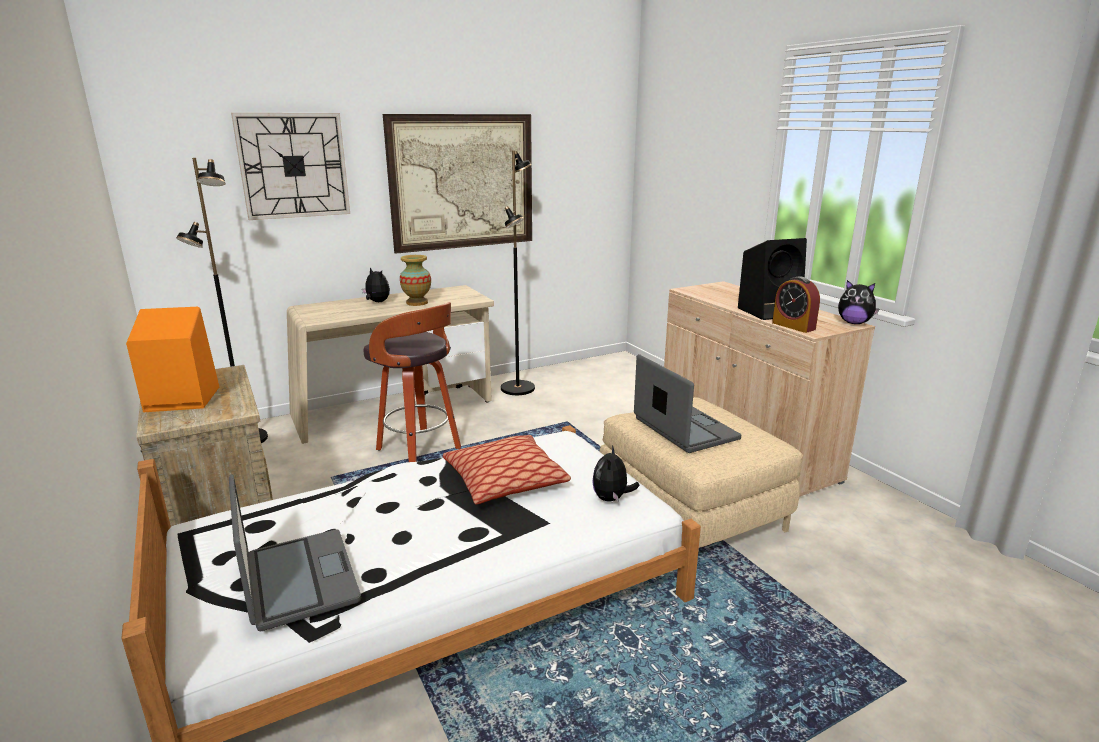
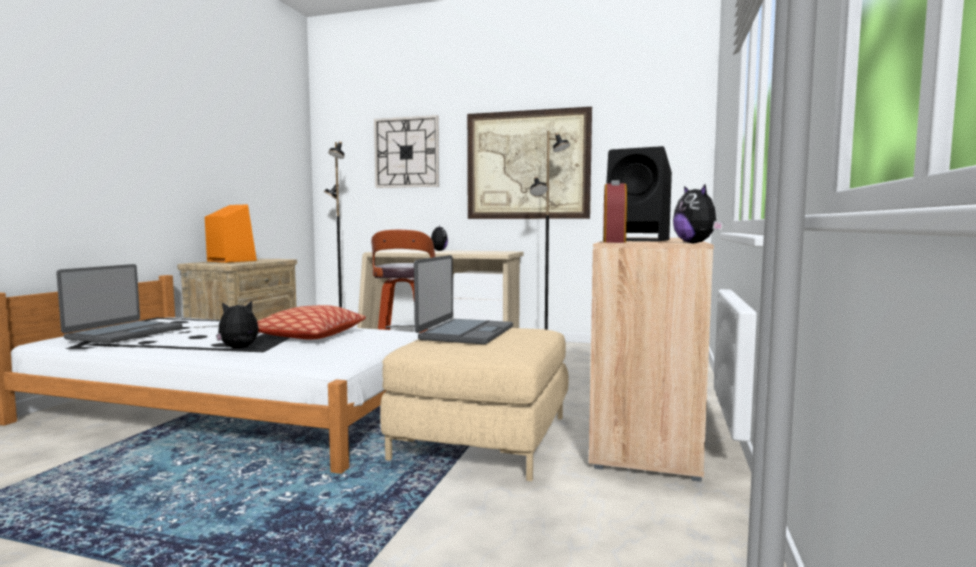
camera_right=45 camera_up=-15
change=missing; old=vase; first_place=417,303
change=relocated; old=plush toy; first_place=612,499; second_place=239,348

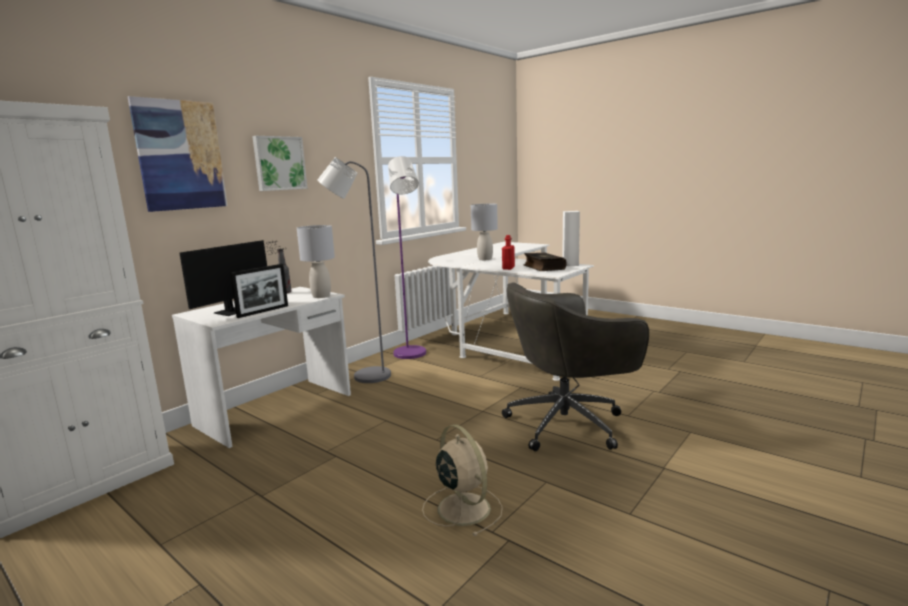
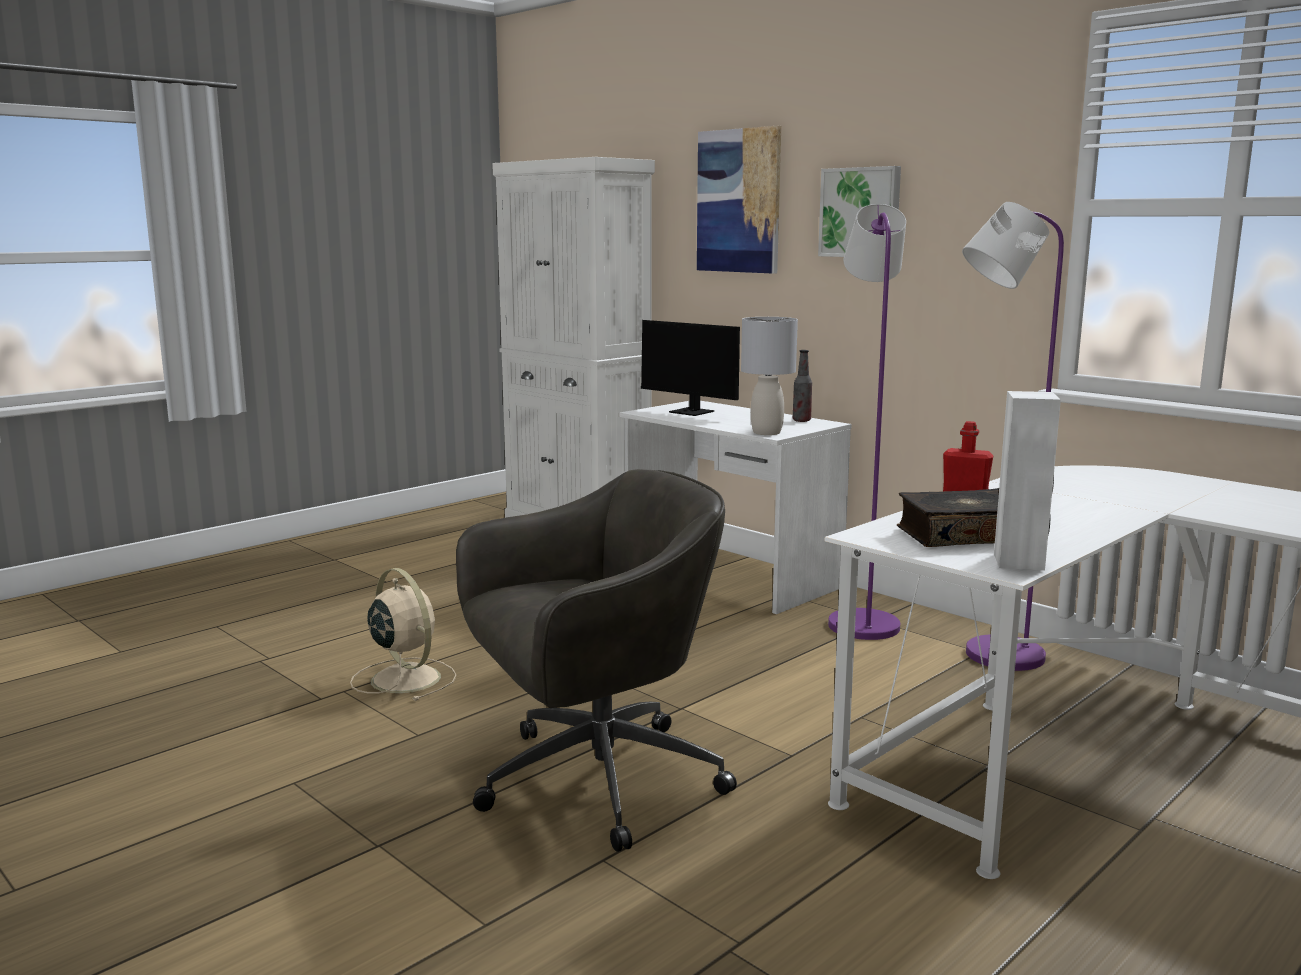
camera_right=95 camera_up=0
change=missing; old=picture frame; first_place=263,311
change=colour; old=grey floor lamp; new=purple floor lamp; first_place=365,376; second_place=861,621
change=spun; old=beige fan; first_place=462,507; second_place=404,678; degrees=-105
change=missing; old=grey table lamp; first_place=485,259
change=spun; old=grey office chair; first_place=568,423; second_place=594,781; degrees=75

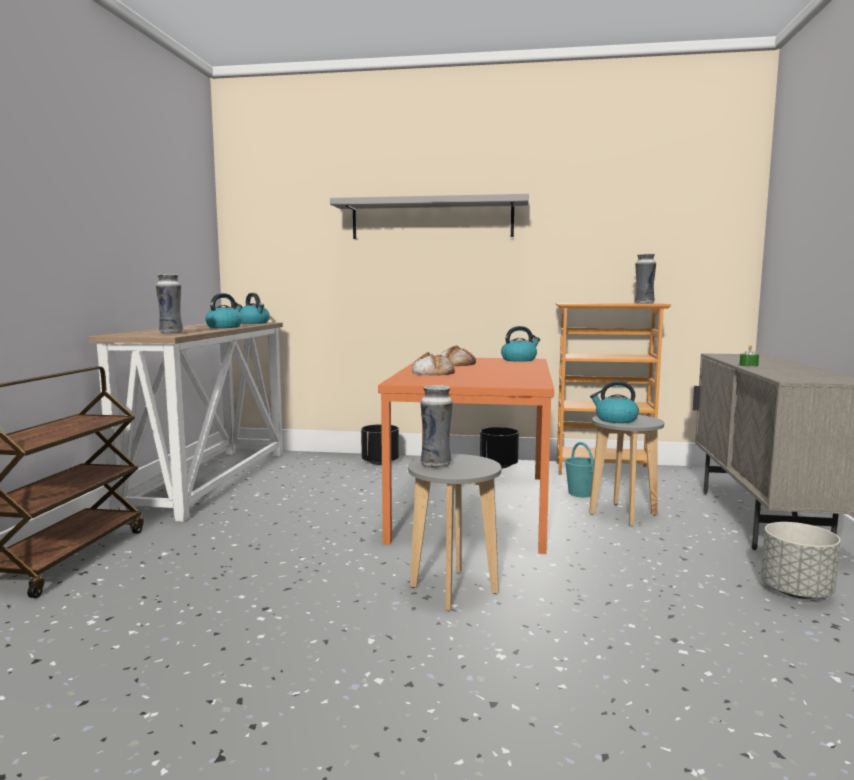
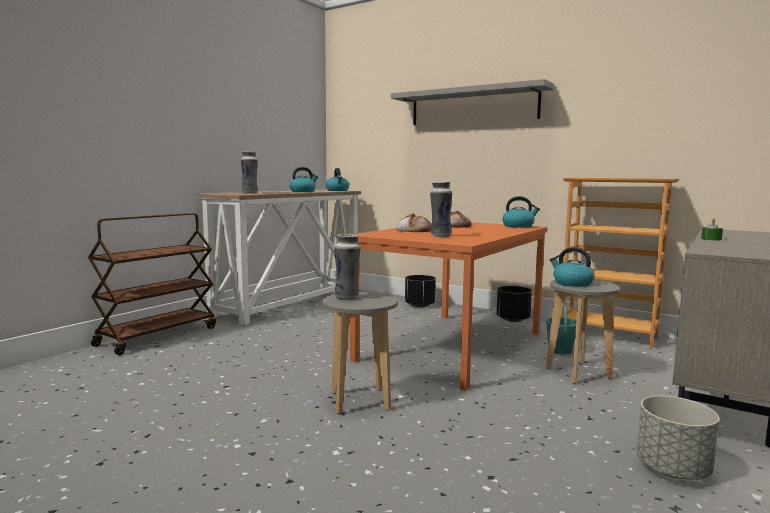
camera_right=25 camera_up=0
change=relocated; old=vase; first_place=643,303; second_place=440,236

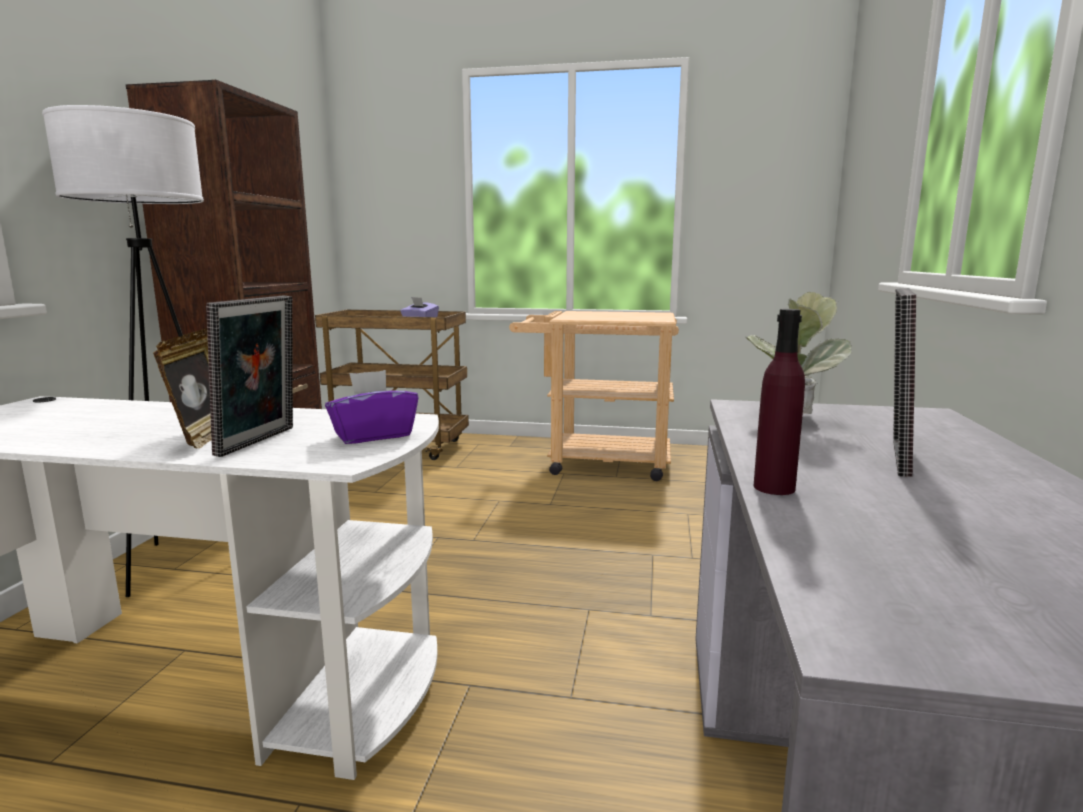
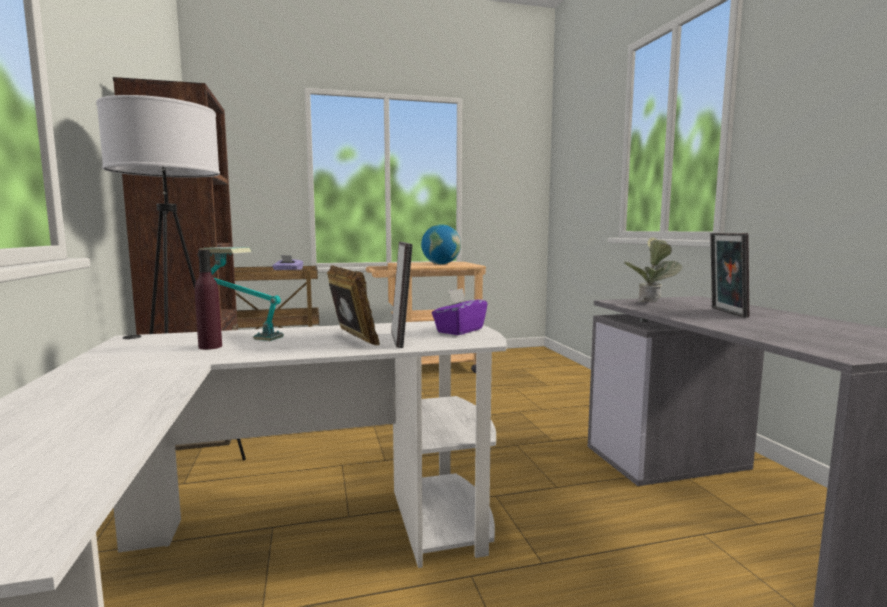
camera_right=-25 camera_up=-5
change=relocated; old=purple bottle; first_place=774,487; second_place=210,347
change=appeared; new=table lamp; second_place=241,336
change=appeared; new=globe; second_place=441,264

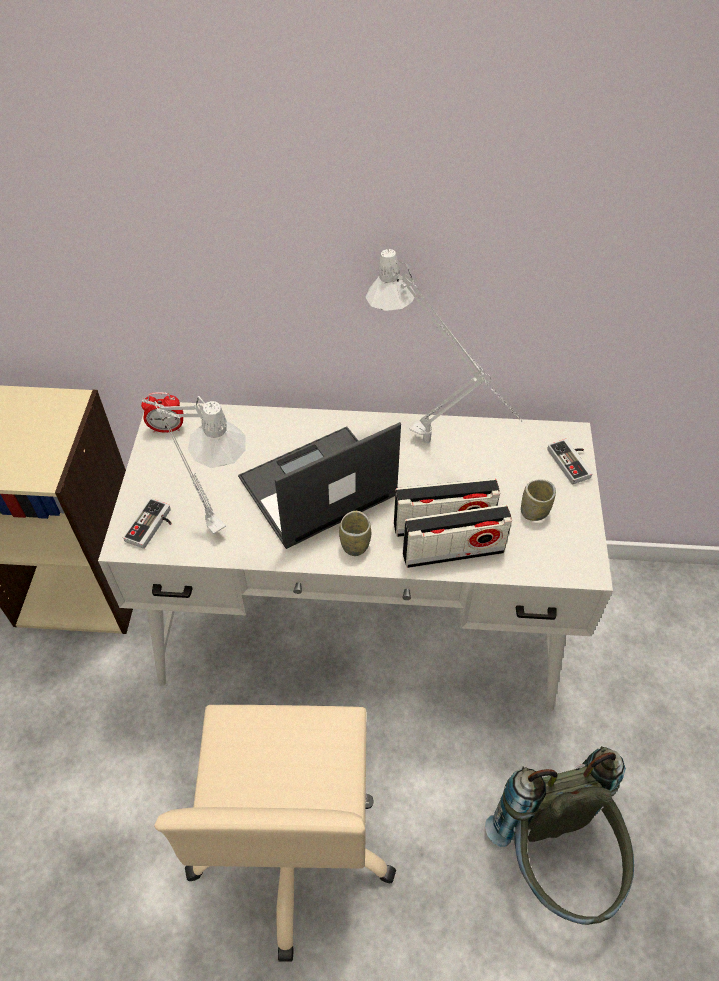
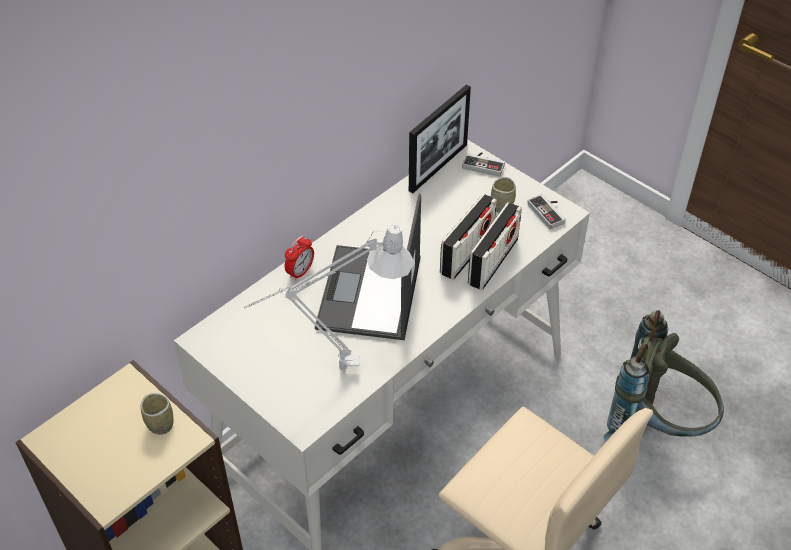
camera_right=-50 camera_up=-5
change=relocated; old=game controller; first_place=153,527; second_place=549,212
change=relocated; old=alarm clock; first_place=167,429; second_place=300,272
change=relocated; old=cup; first_place=355,545; second_place=160,424
change=missing; old=grey table lamp; first_place=436,447
change=appeared; new=picture frame; second_place=438,167

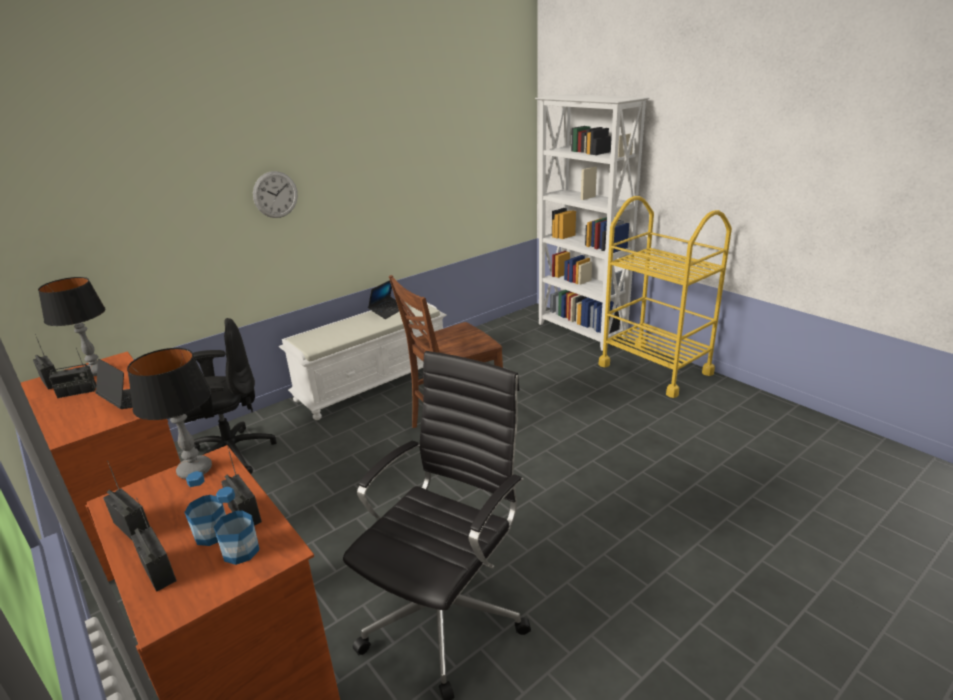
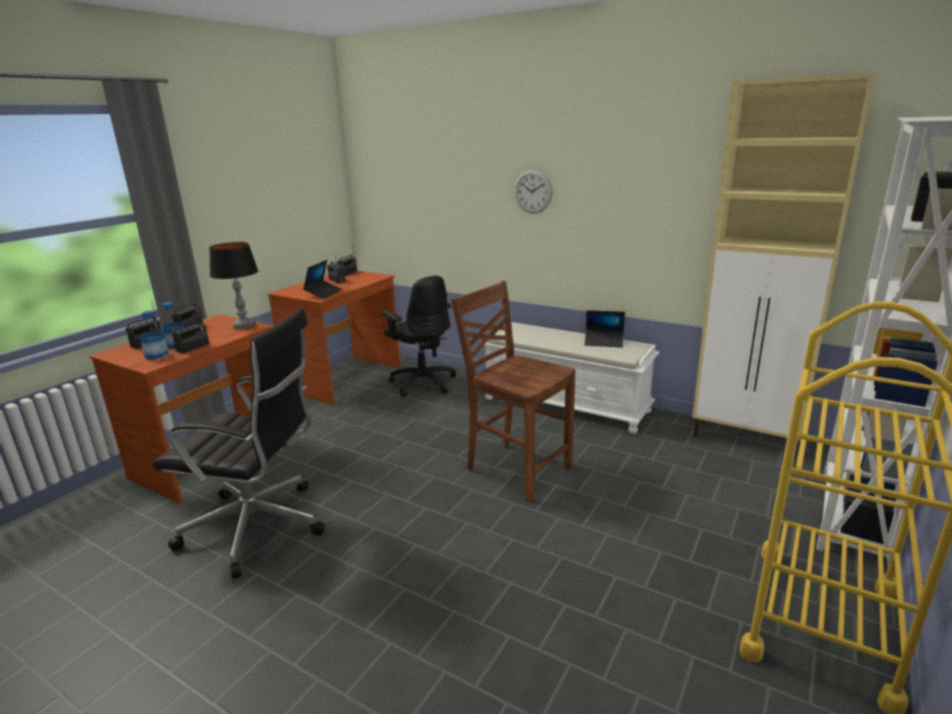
camera_right=70 camera_up=-5
change=missing; old=table lamp; first_place=96,371
change=appeared; new=beige cabinet; second_place=746,439

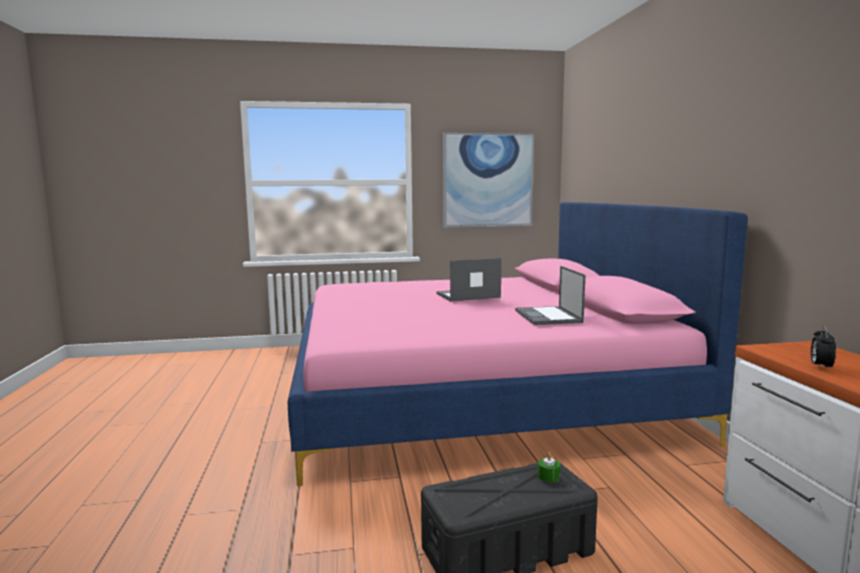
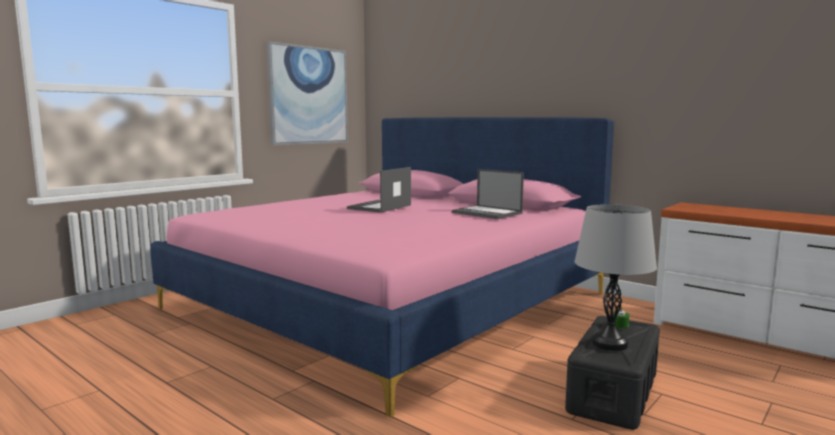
camera_right=-40 camera_up=0
change=missing; old=alarm clock; first_place=820,367
change=appeared; new=grey table lamp; second_place=609,343

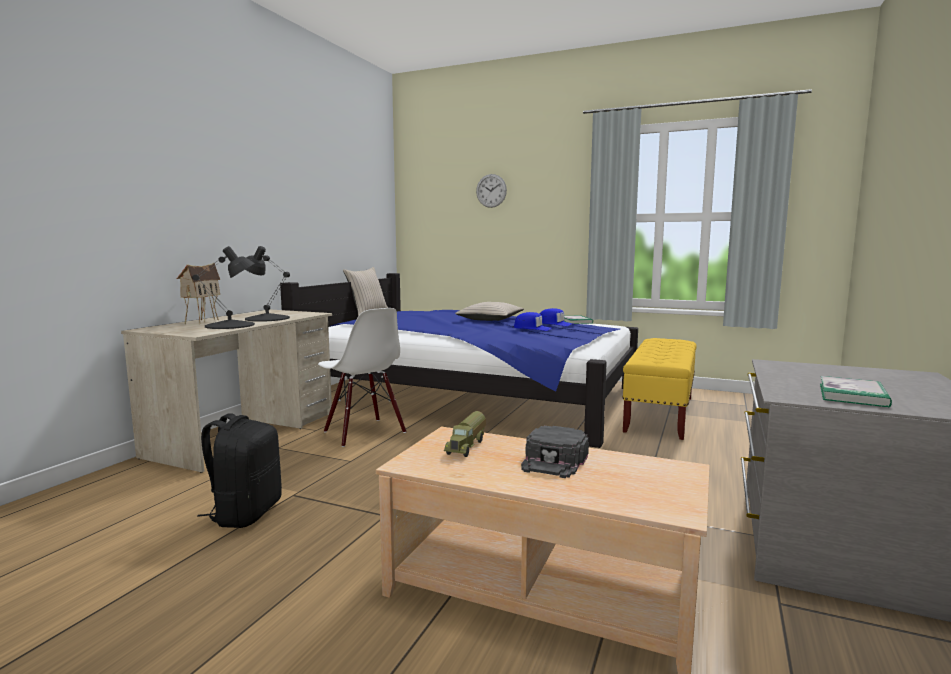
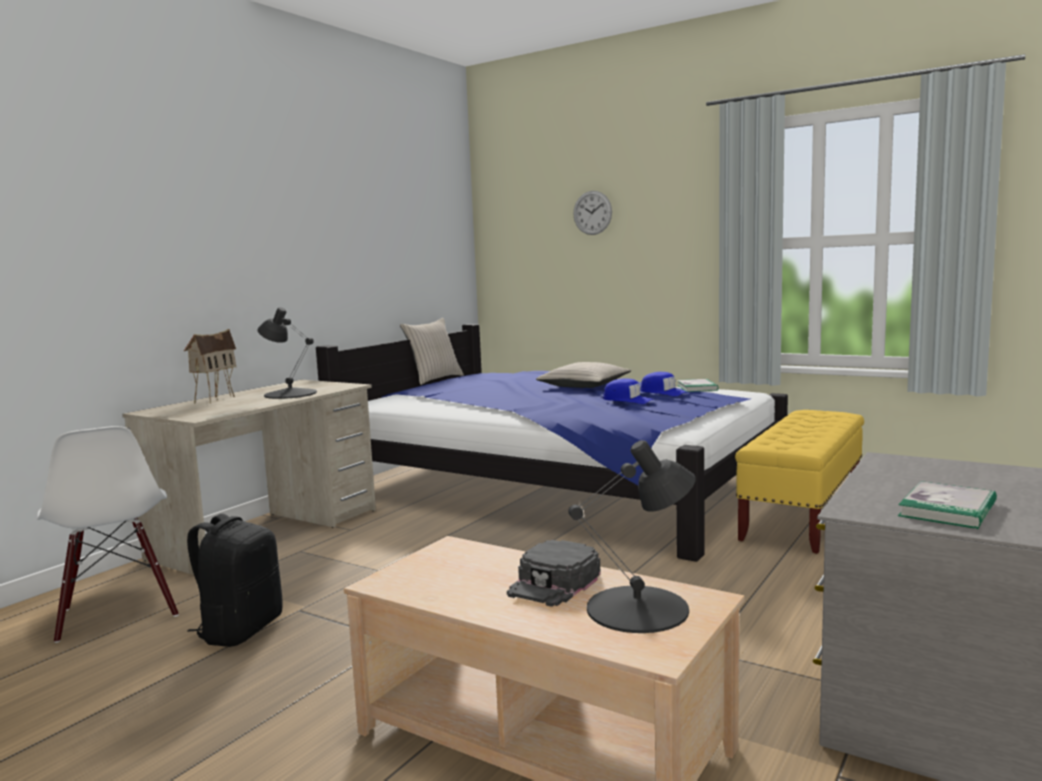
camera_right=10 camera_up=0
change=relocated; old=black table lamp; first_place=231,325; second_place=639,609
change=relocated; old=white chair; first_place=363,432; second_place=117,613
change=missing; old=toy truck; first_place=467,446

